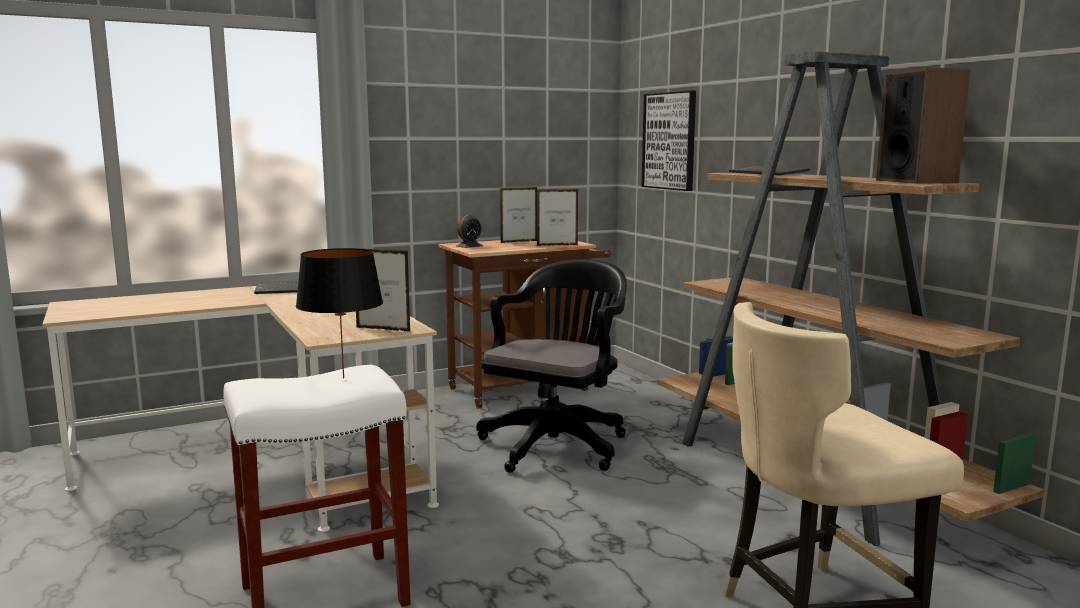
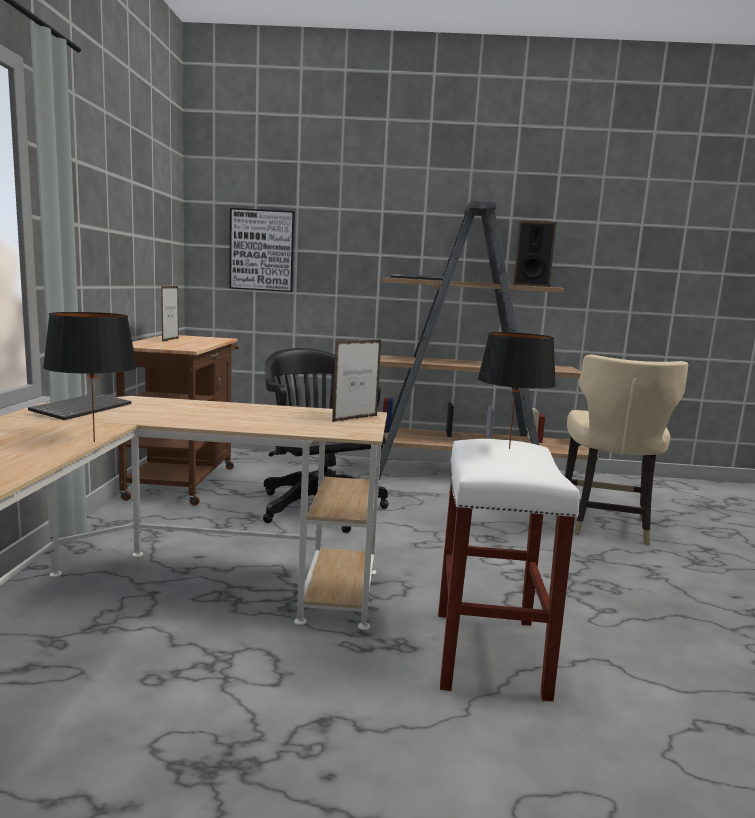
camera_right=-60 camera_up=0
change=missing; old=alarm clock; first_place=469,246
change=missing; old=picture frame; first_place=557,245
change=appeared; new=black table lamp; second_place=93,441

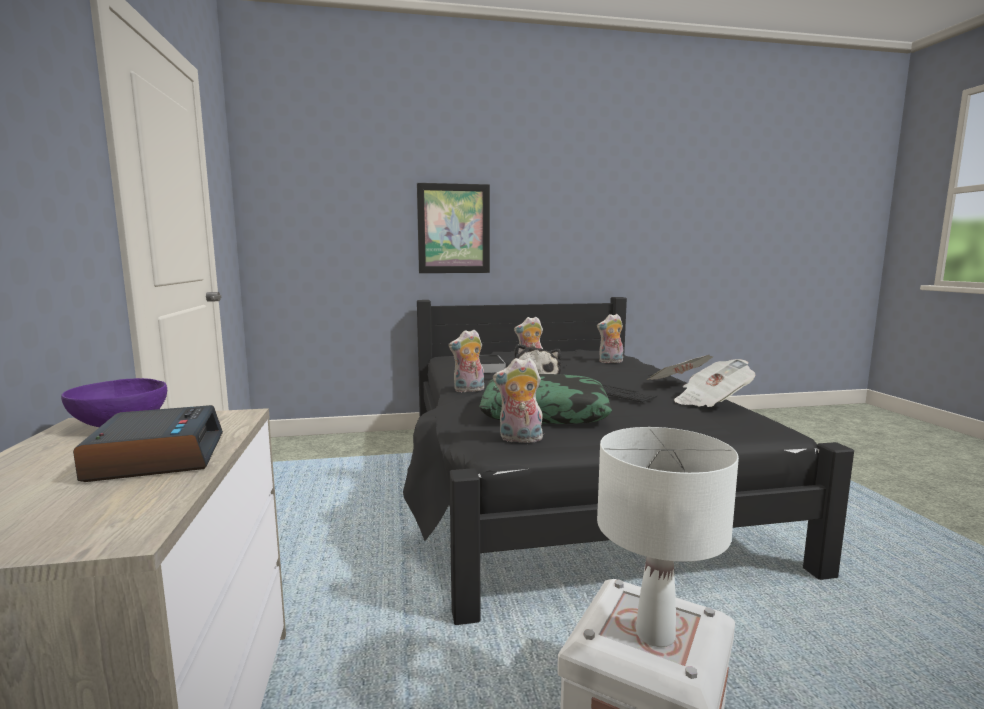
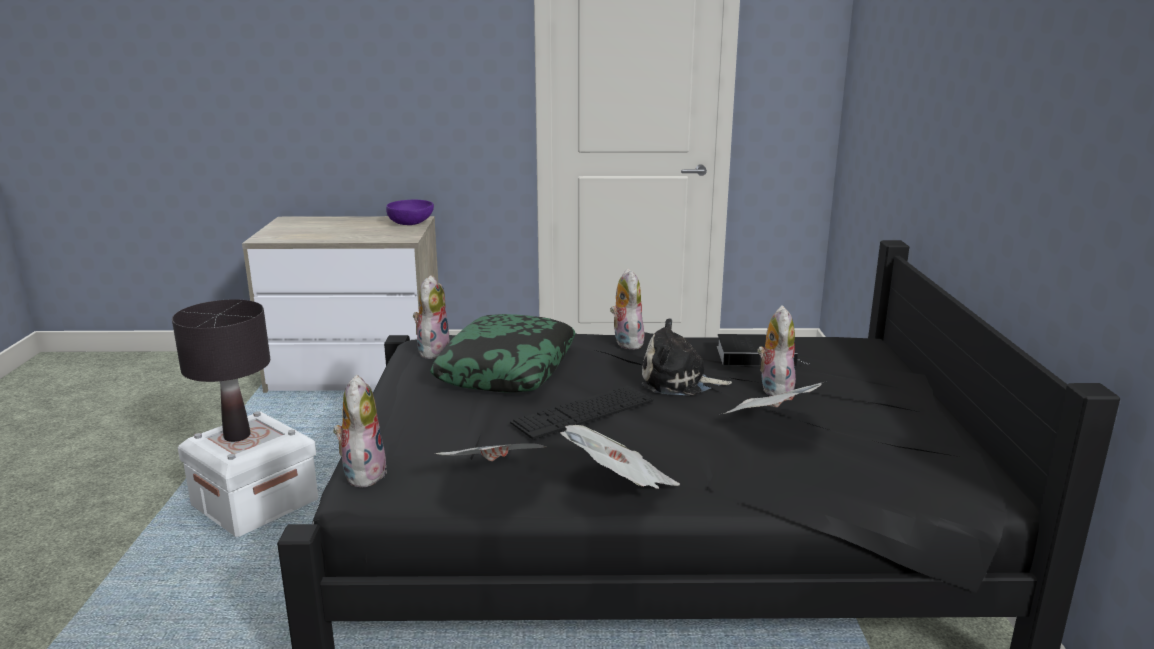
camera_right=100 camera_up=10
change=missing; old=alarm clock; first_place=157,456
change=missing; old=picture; first_place=454,229
change=relocated; old=plush toy; first_place=610,362; second_place=362,473
change=colour; old=white table lamp; new=black table lamp; first_place=654,634; second_place=237,436
change=appeared; new=newspaper; second_place=769,422

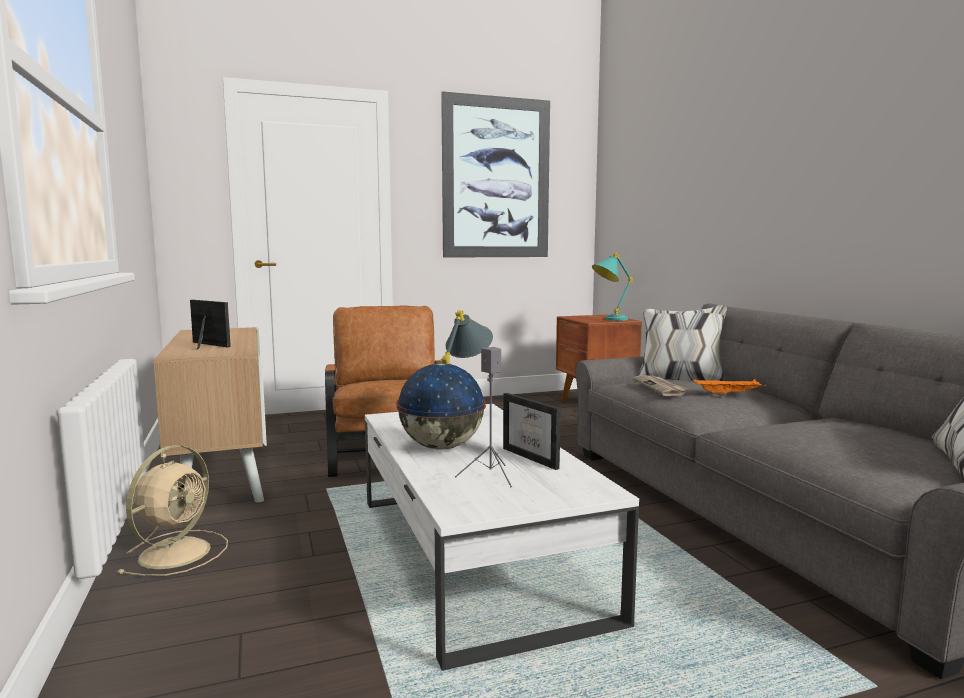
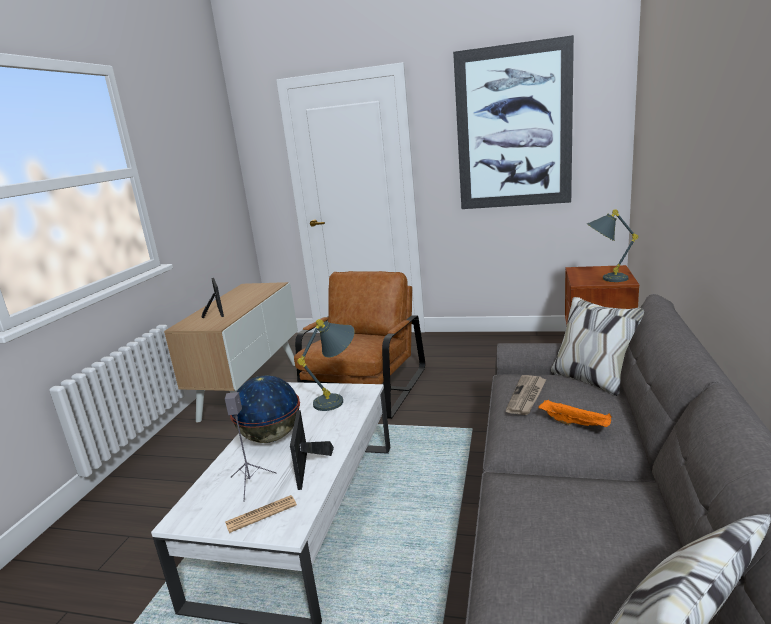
camera_right=35 camera_up=10
change=missing; old=beige fan; first_place=177,552
change=colour; old=turquoise table lamp; new=grey table lamp; first_place=608,319; second_place=605,279
change=appeared; new=newspaper; second_place=261,514

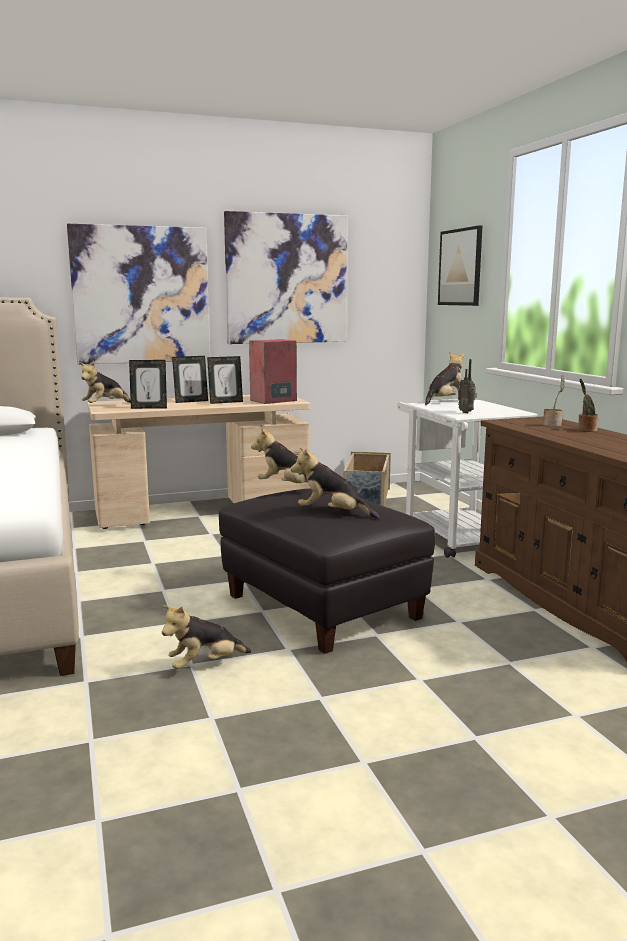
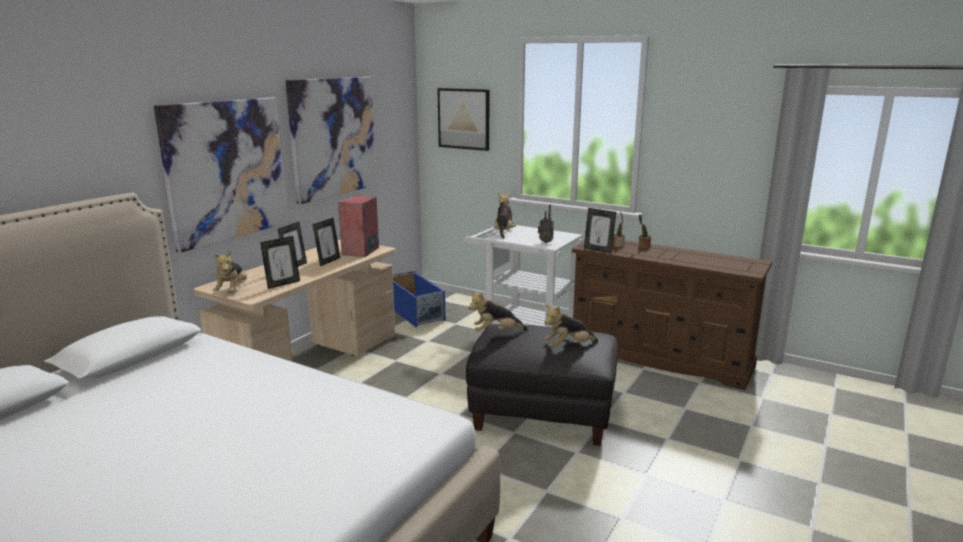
camera_right=-40 camera_up=5
change=missing; old=plush toy; first_place=205,665
change=colour; old=beige storage box; new=blue storage box; first_place=366,498; second_place=415,313
change=appeared; new=picture frame; second_place=598,250

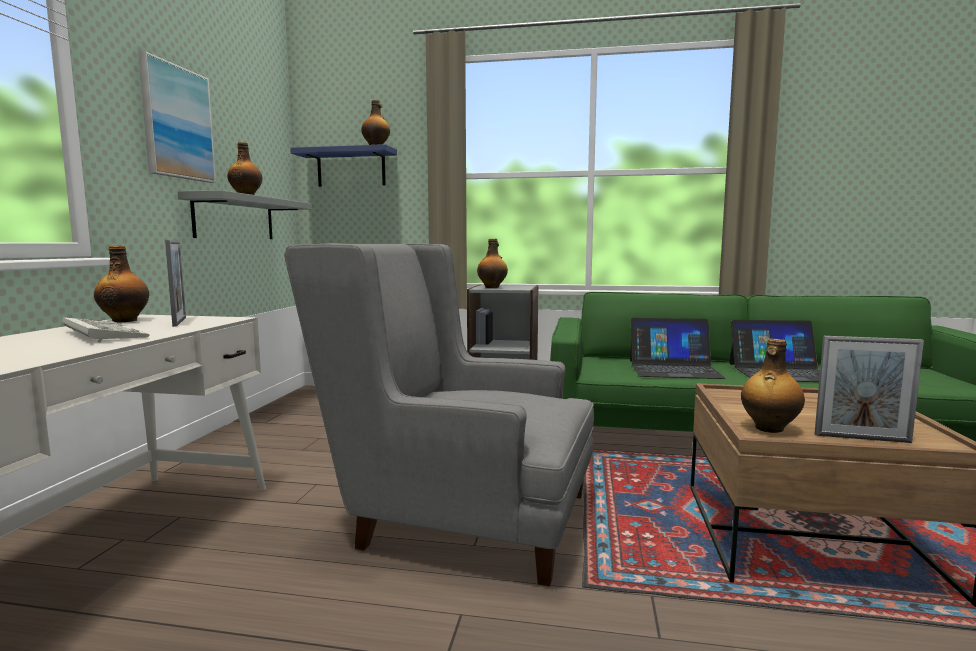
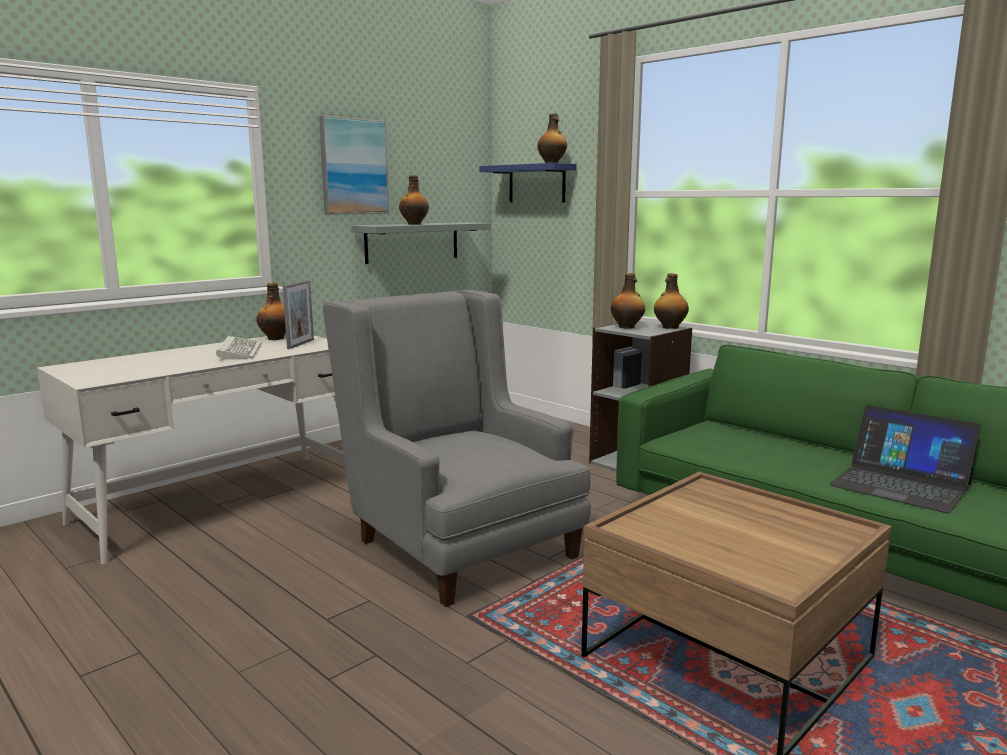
camera_right=35 camera_up=5
change=missing; old=laptop; first_place=674,369
change=relocated; old=bottle; first_place=768,428; second_place=669,327
change=missing; old=picture frame; first_place=862,438

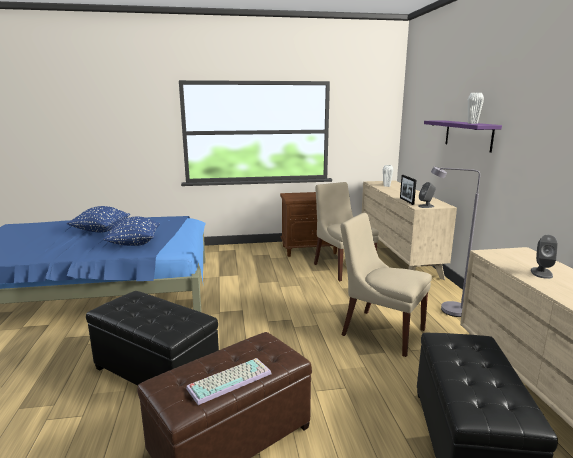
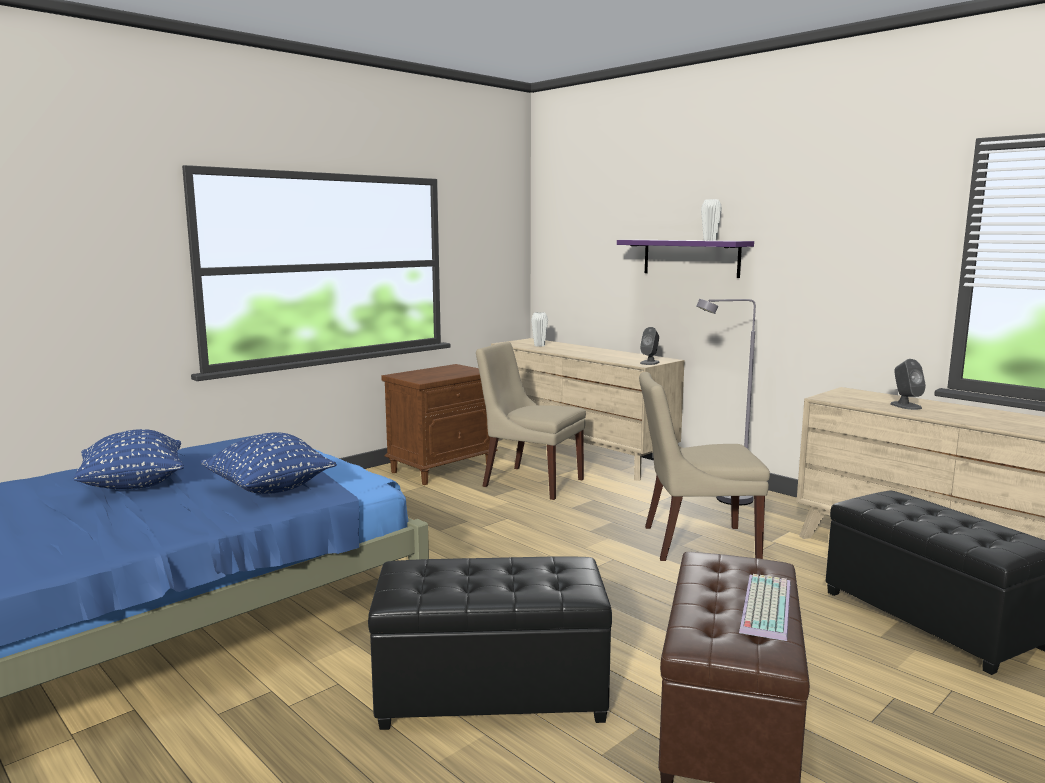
camera_right=-35 camera_up=-5
change=missing; old=picture frame; first_place=406,201

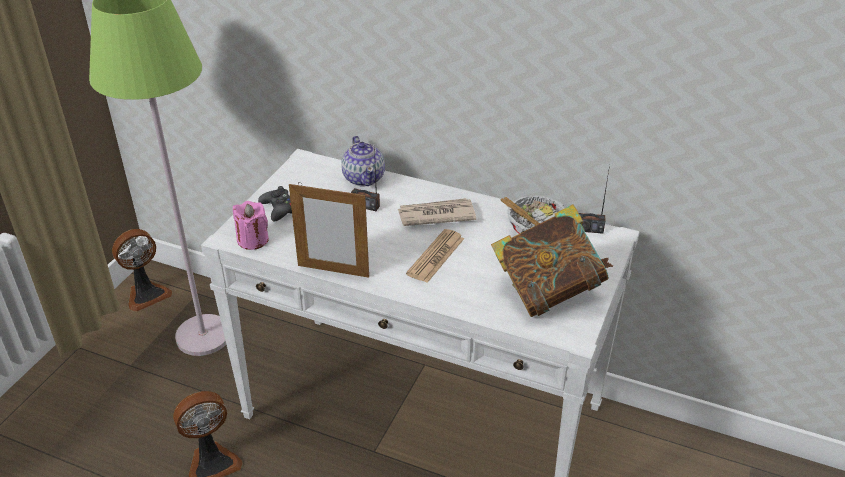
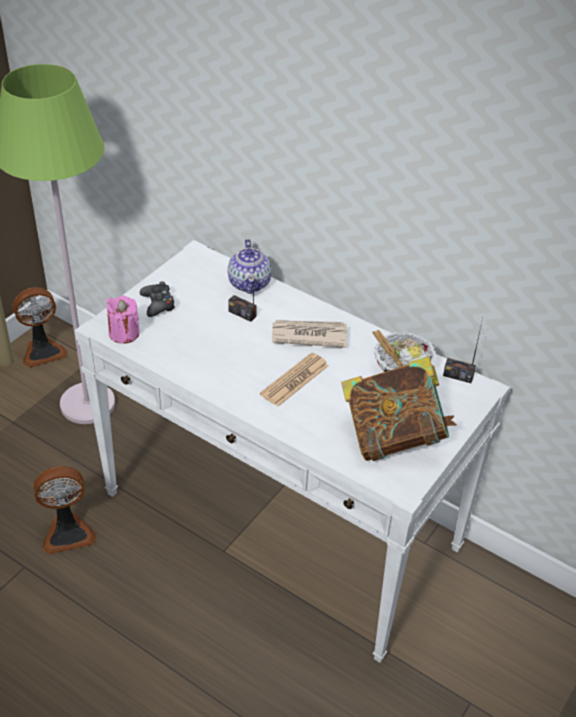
camera_right=10 camera_up=5
change=missing; old=picture frame; first_place=333,271

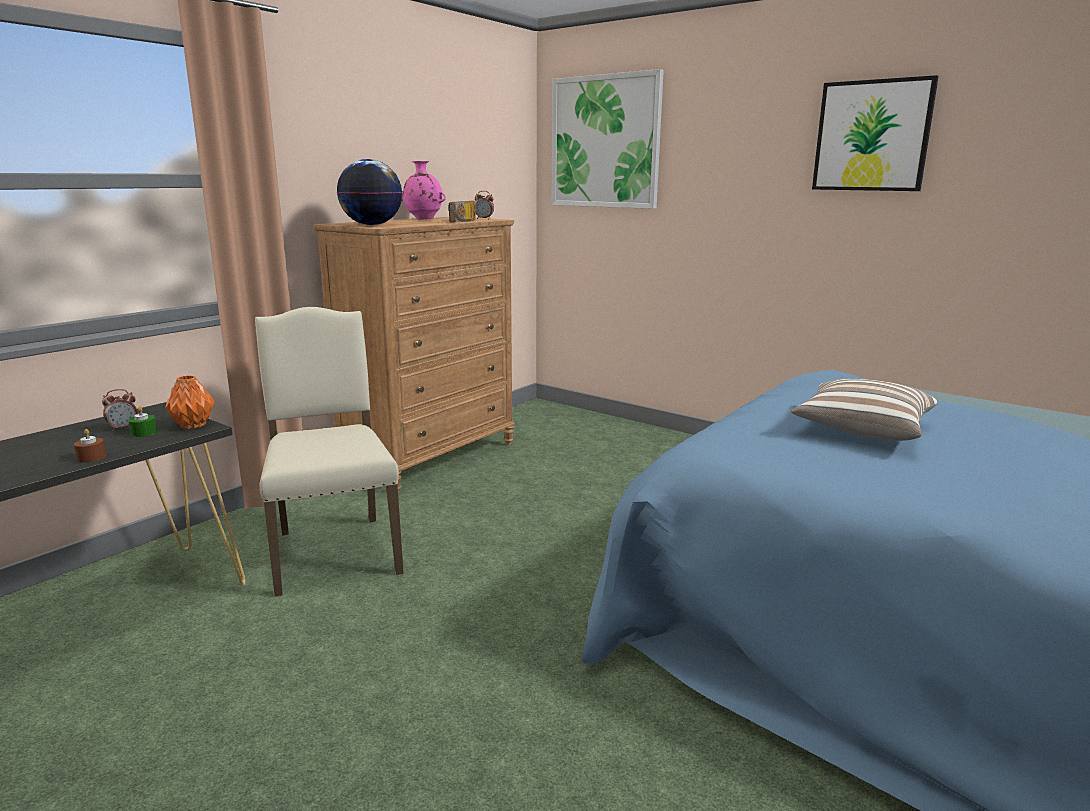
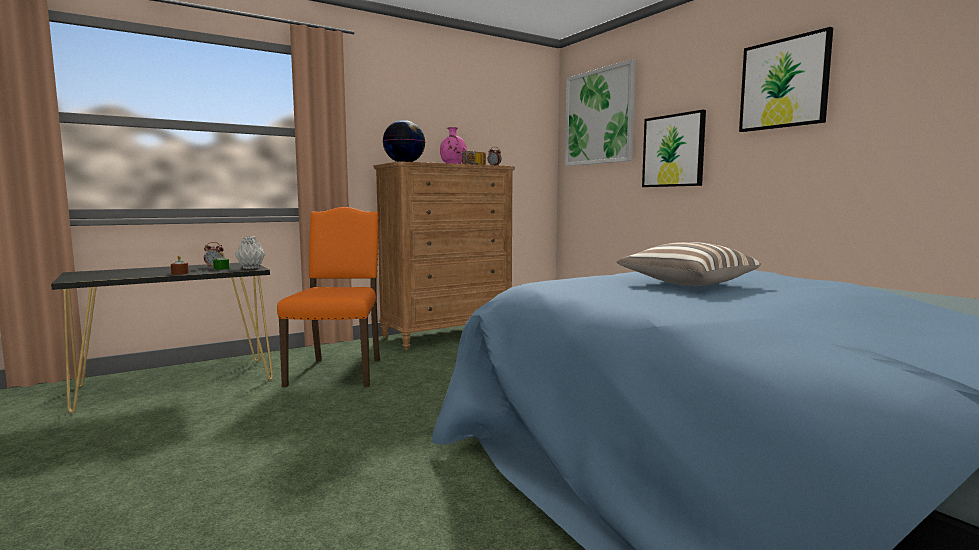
camera_right=20 camera_up=-10
change=colour; old=orange vase; new=grey vase; first_place=192,425; second_place=251,268
change=colour; old=beige chair; new=orange chair; first_place=334,550; second_place=338,371
change=appeared; new=picture; second_place=673,150

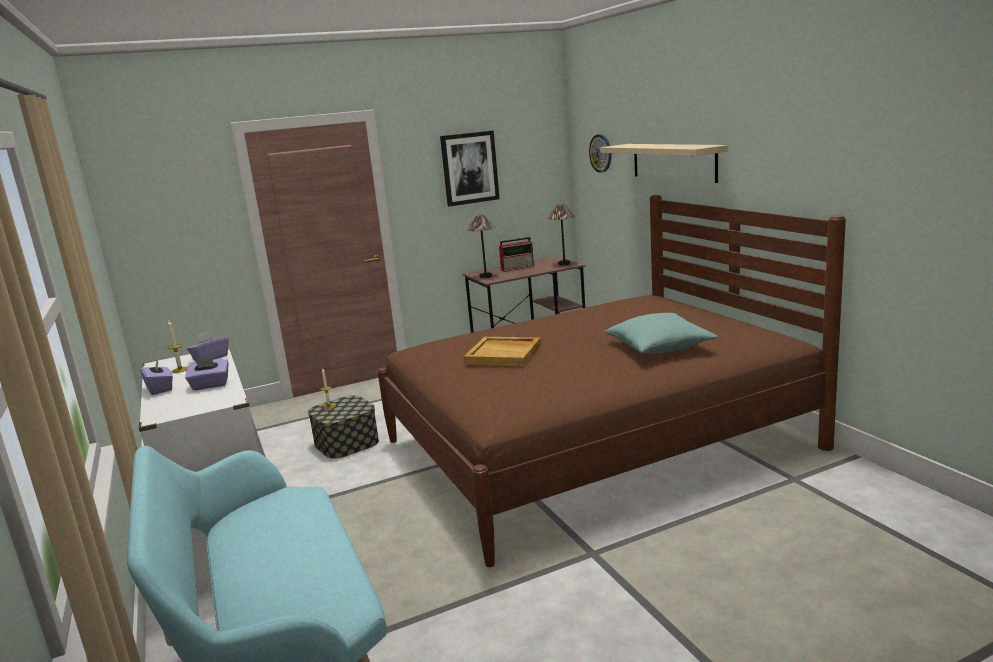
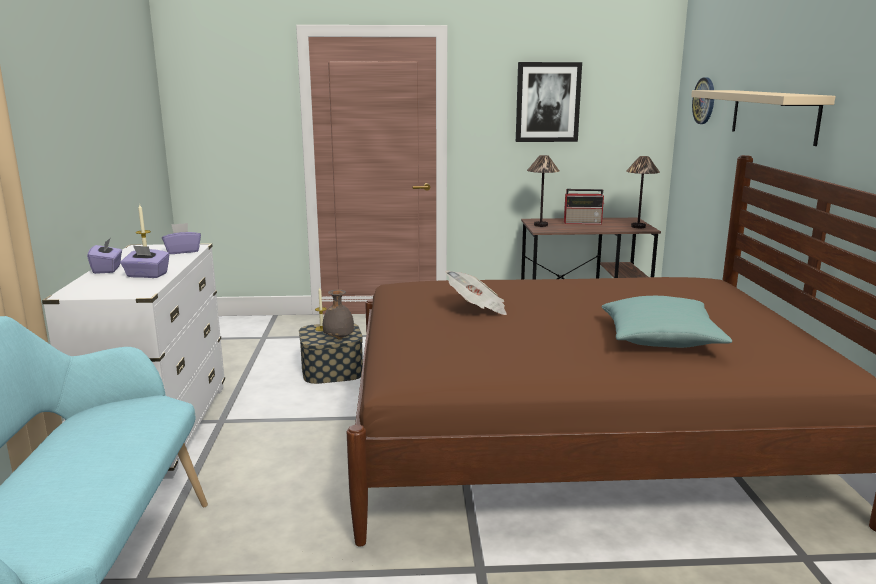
camera_right=20 camera_up=0
change=exchanged; old=beige tray; new=newspaper; first_place=504,354; second_place=477,309
change=appeared; new=grey vase; second_place=338,338

